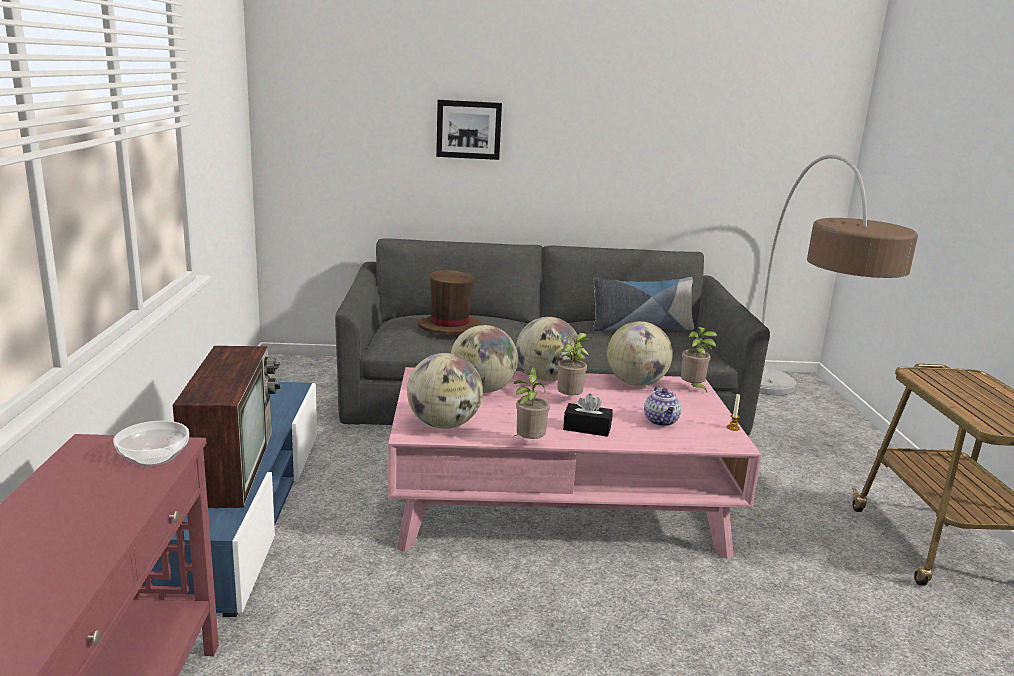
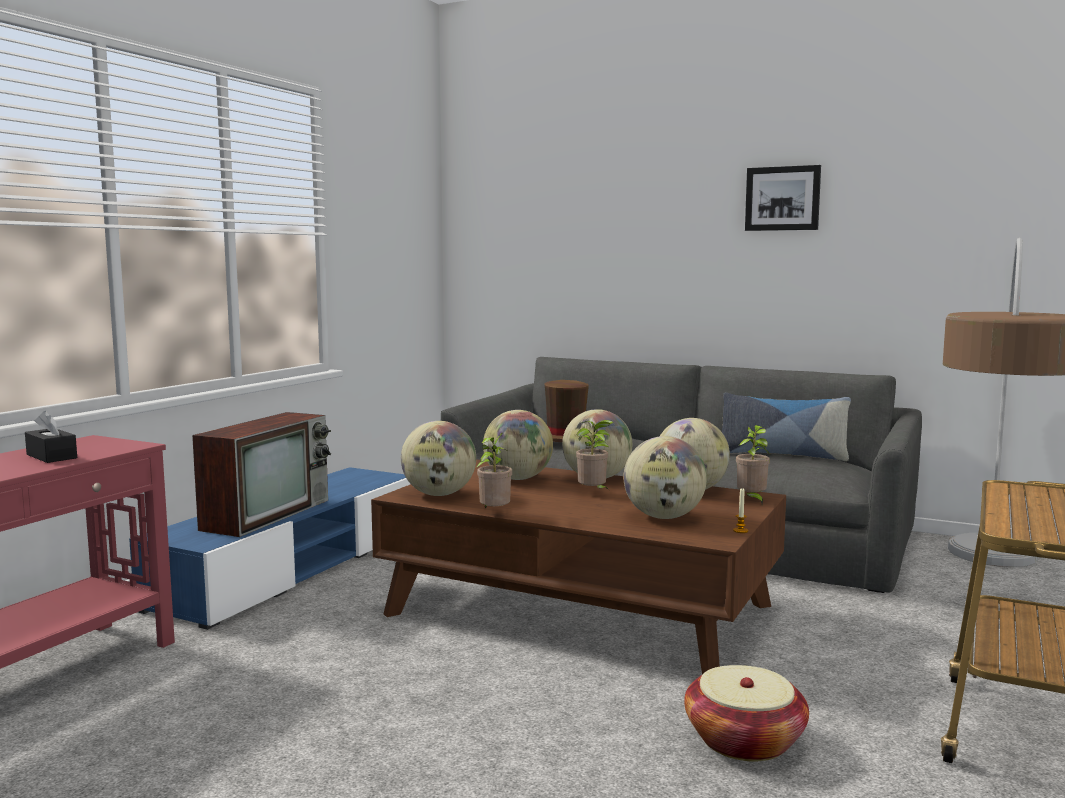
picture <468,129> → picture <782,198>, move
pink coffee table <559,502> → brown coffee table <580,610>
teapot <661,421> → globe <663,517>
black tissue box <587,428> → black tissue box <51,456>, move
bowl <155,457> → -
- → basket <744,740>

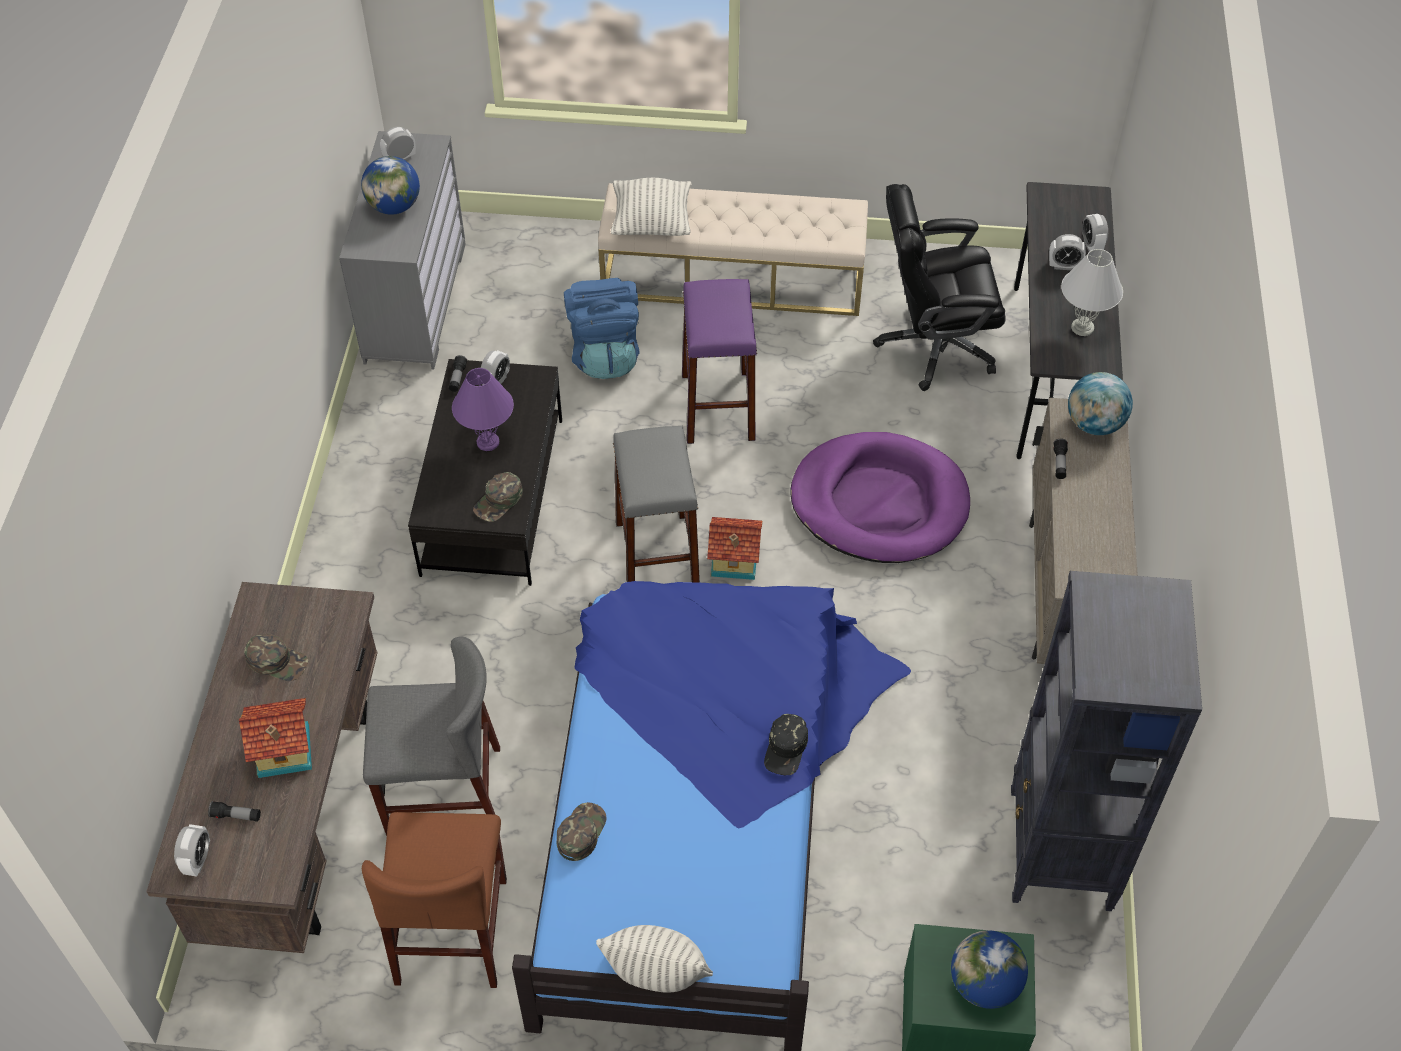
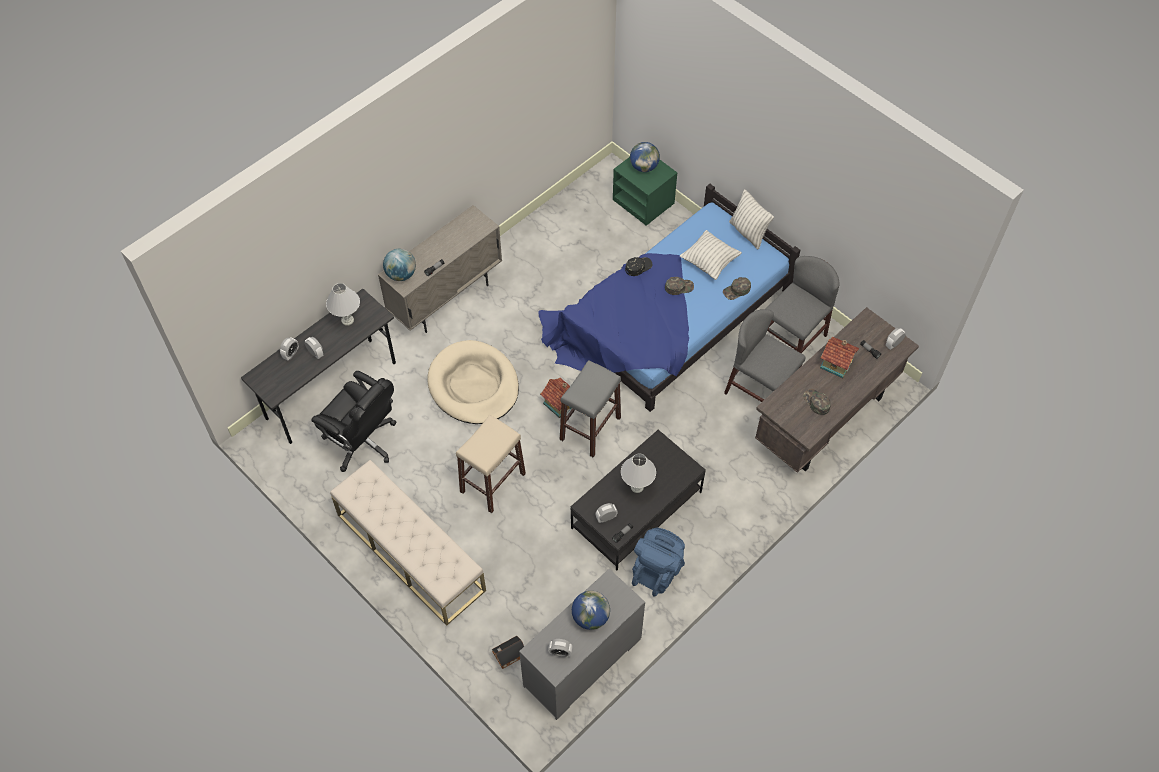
pillow <651,224> → pillow <709,262>, move
blue backpack <605,354> → blue backpack <657,570>, move
purple stool <718,406> → beige stool <492,482>
purple table lamp <488,442> → white table lamp <637,486>
purple dog bed <879,503> → beige dog bed <474,385>
green cap <499,501> → green cap <679,287>, move
black bookcase <1059,851> → -
brown chair <452,930> → grey chair <793,339>
- → toy house <508,655>

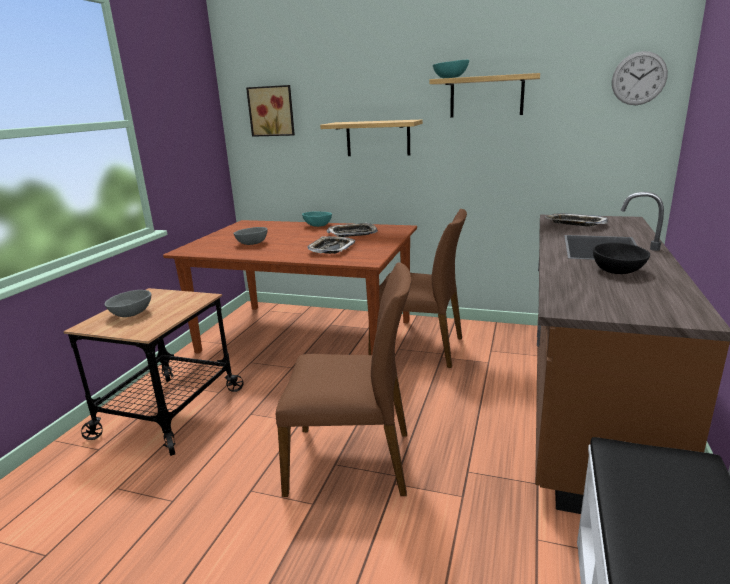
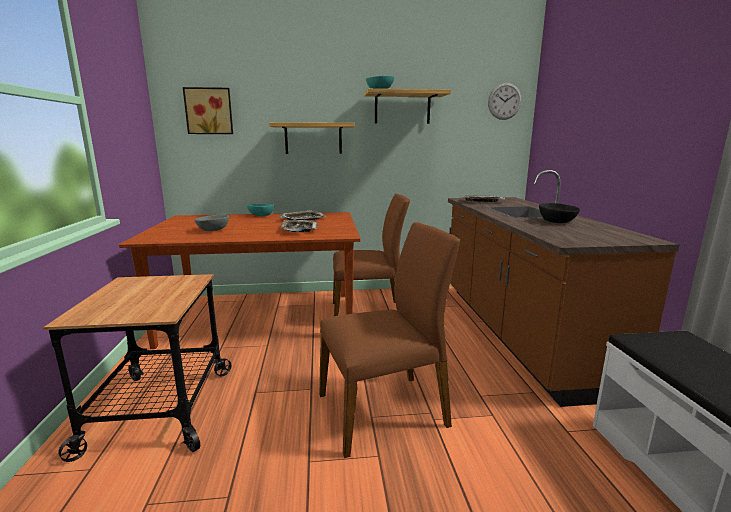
grey bowl <132,313> → -

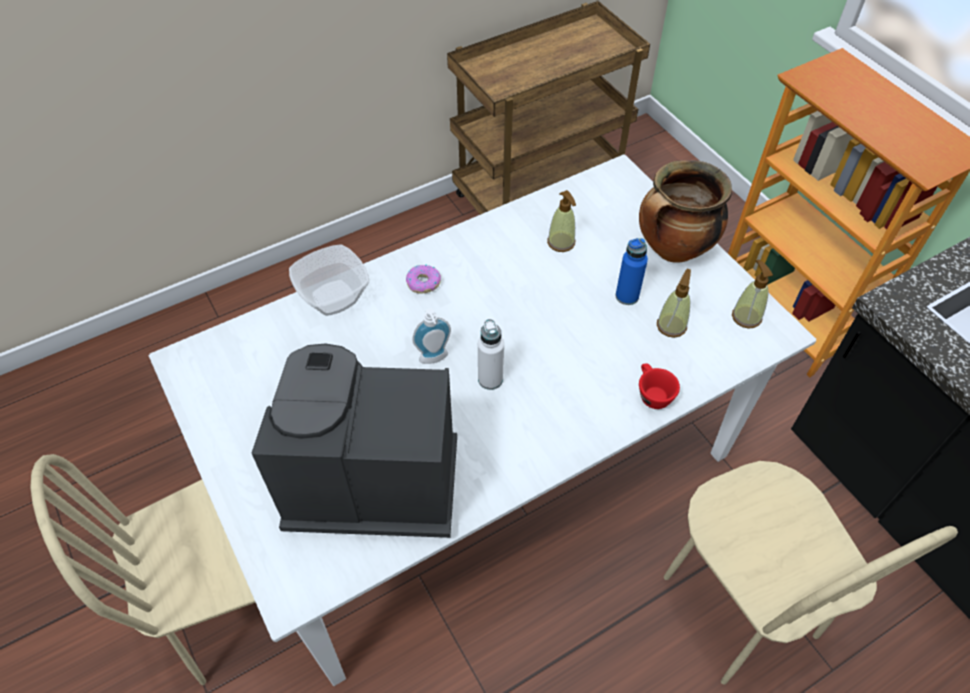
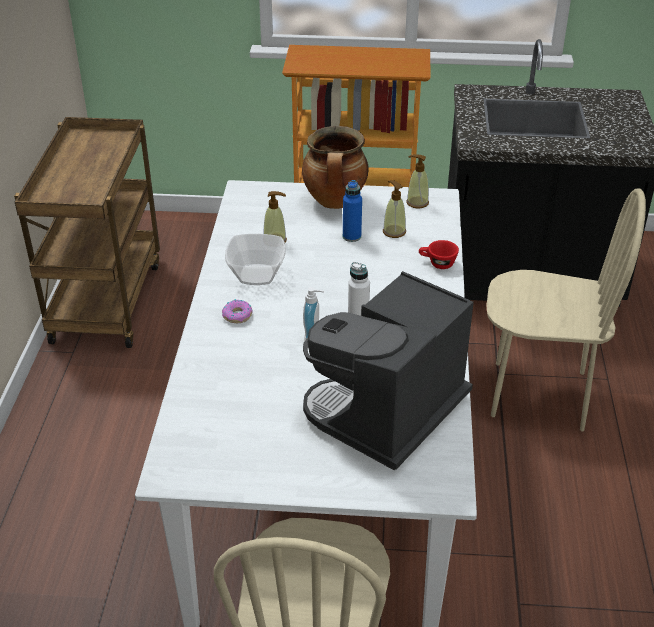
bowl <332,297> → bowl <255,275>, move

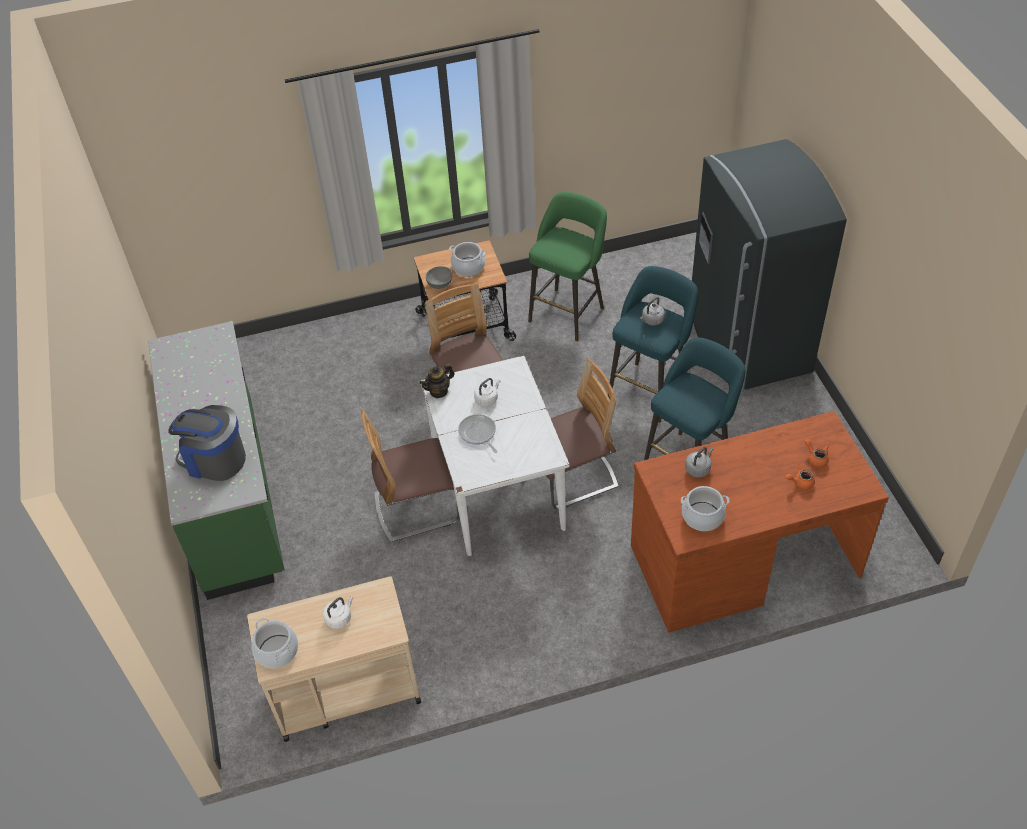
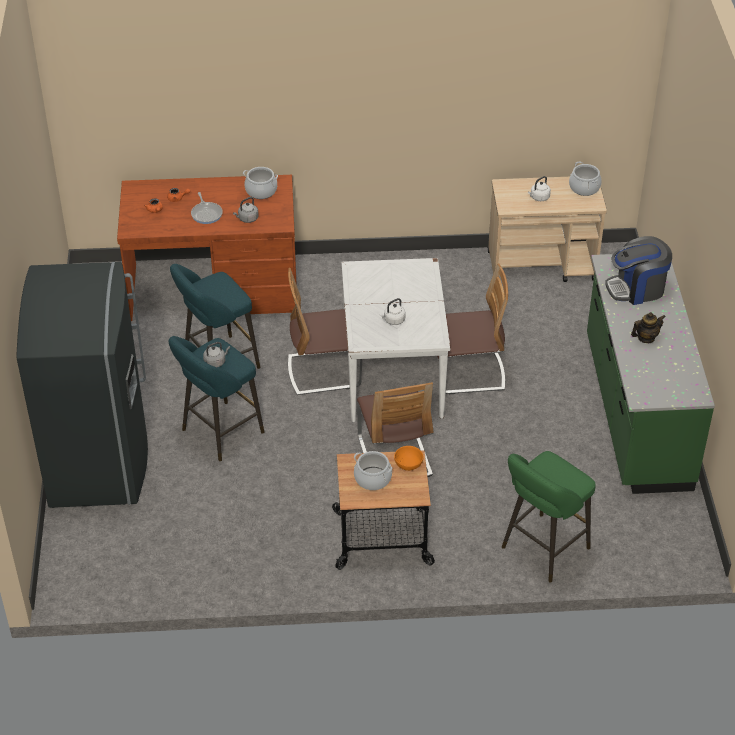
green stool <568,311> → green stool <542,550>, move
grey bowl <440,284> → orange bowl <407,464>
teapot <439,391> → teapot <646,338>, move
coffee machine <214,459> → coffee machine <637,288>, 135 degrees clockwise
frying pan <478,433> → frying pan <206,213>, move

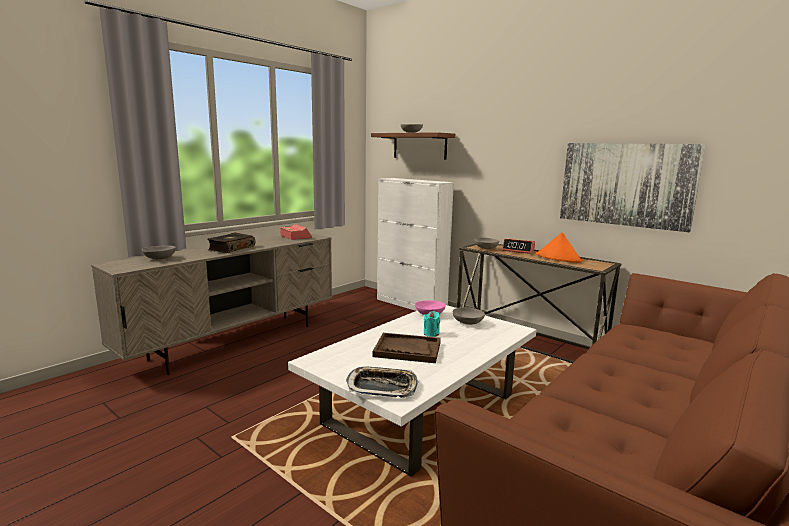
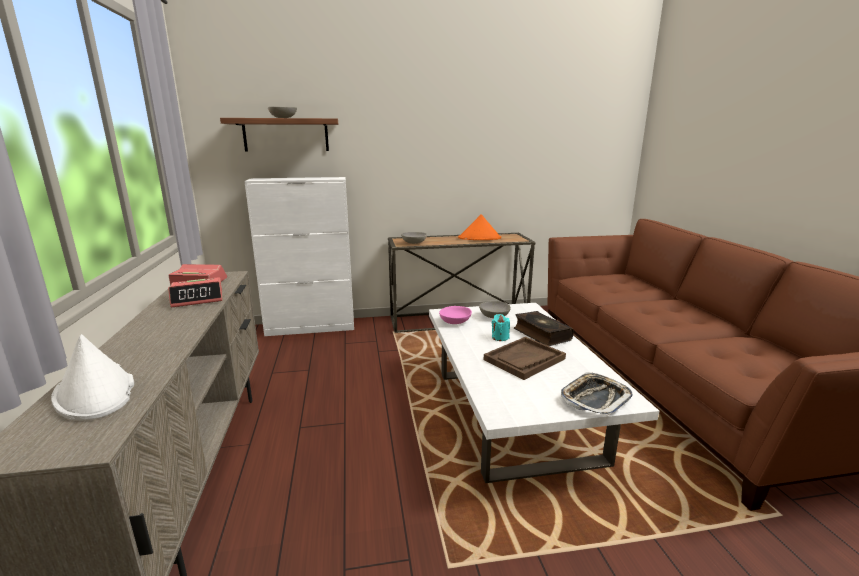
picture <626,184> → -
book <231,248> → book <541,334>, move
alarm clock <518,250> → alarm clock <198,299>, move
grey bowl <159,259> → white hat <95,392>

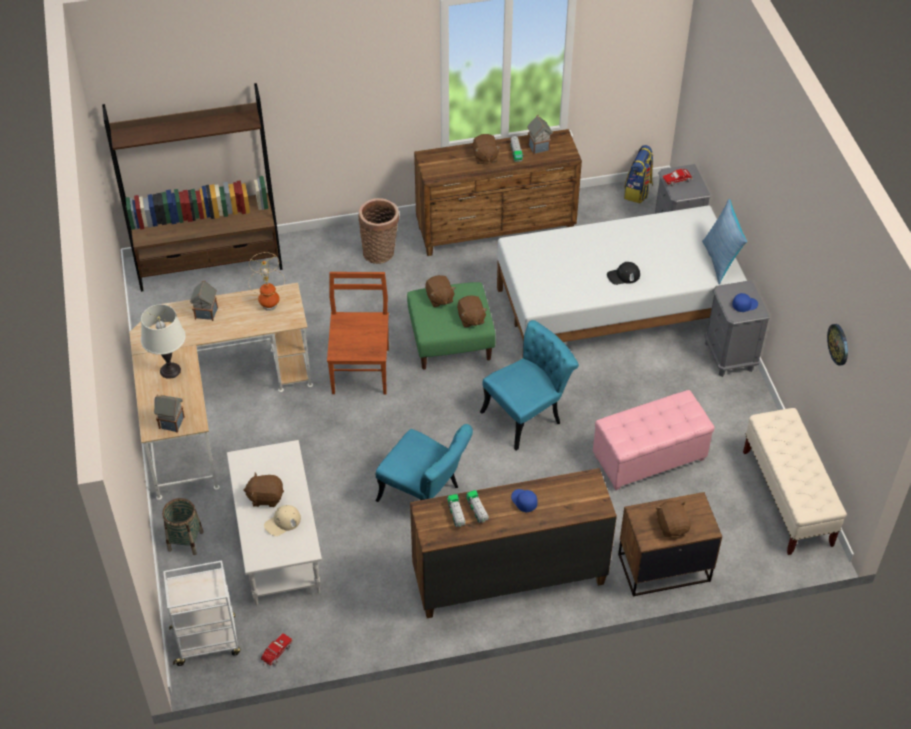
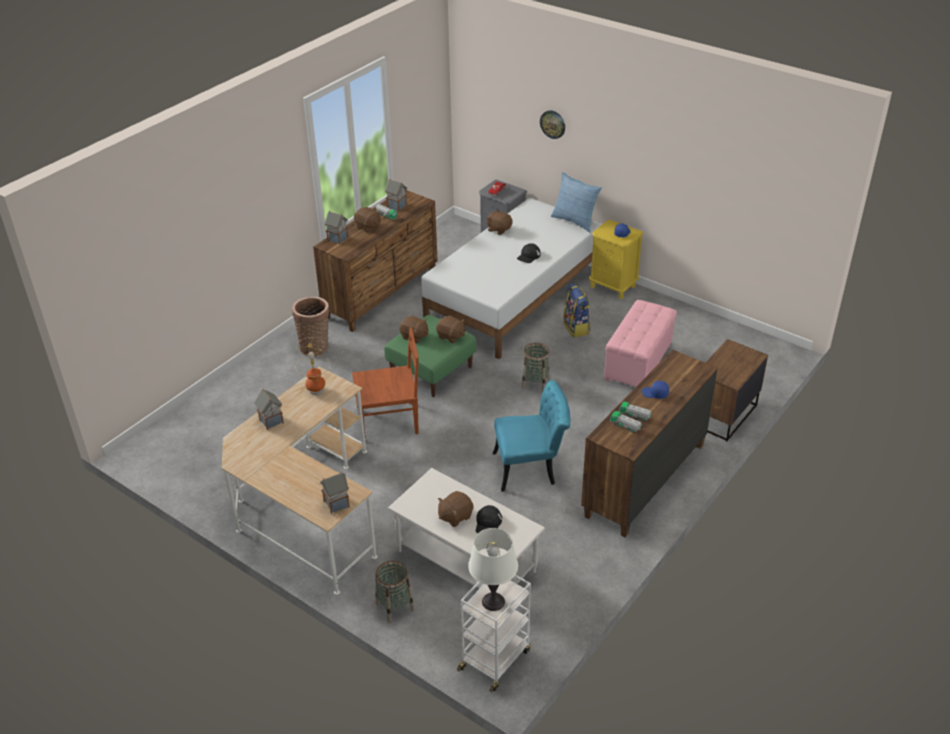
brown bookcase <210,264> → -
backpack <638,192> → backpack <576,328>, move
brown chair <361,369> → brown chair <389,421>, 120 degrees clockwise
grey nightstand <729,356> → yellow nightstand <613,286>
white table lamp <170,370> → white table lamp <493,602>, move
turquoise chair <528,414> → basket <535,383>
wall clock <838,344> → wall clock <553,124>, move
beige bench <787,498> → -
brown plush toy <672,526> → brown plush toy <499,229>, move
beige cap <282,522> → black cap <488,523>
toy truck <276,654> → -
- → toy house <338,239>

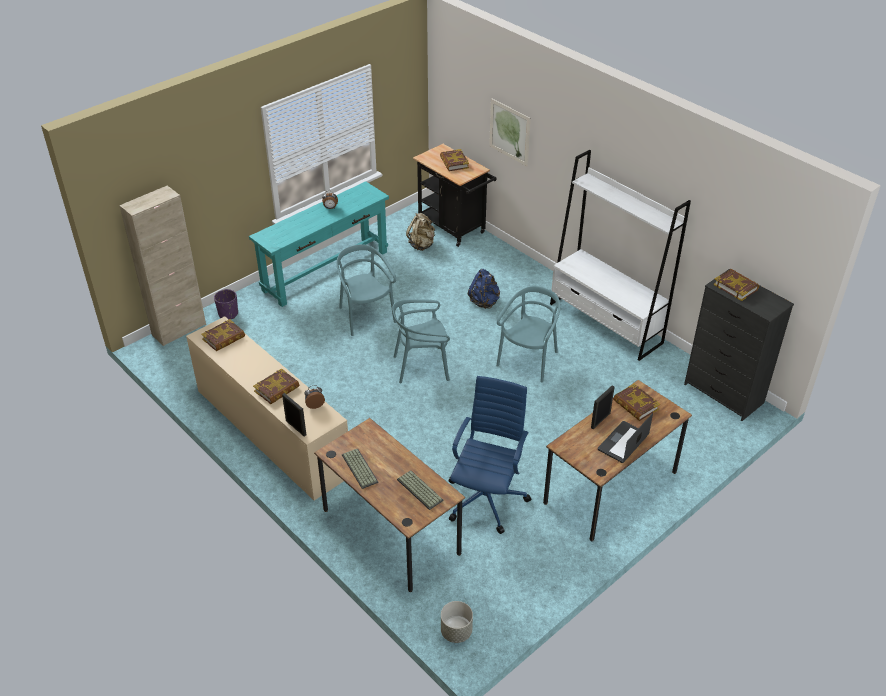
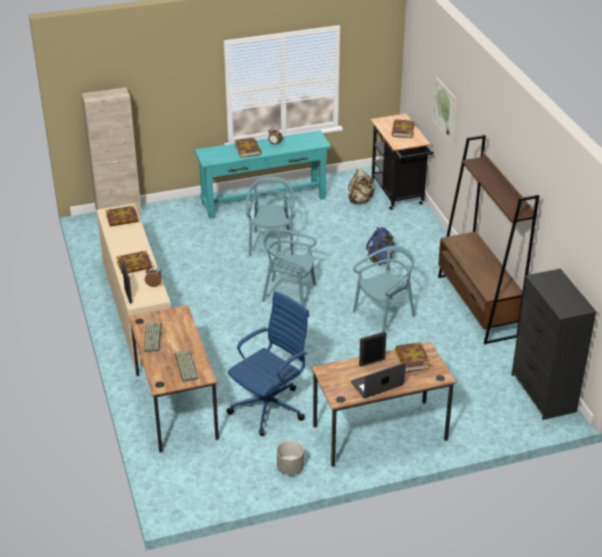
white bookcase <605,323> → brown bookcase <477,306>
book <735,287> → book <248,150>, move
purple planter <228,314> → -
grey planter <456,632> → grey planter <290,468>, move

